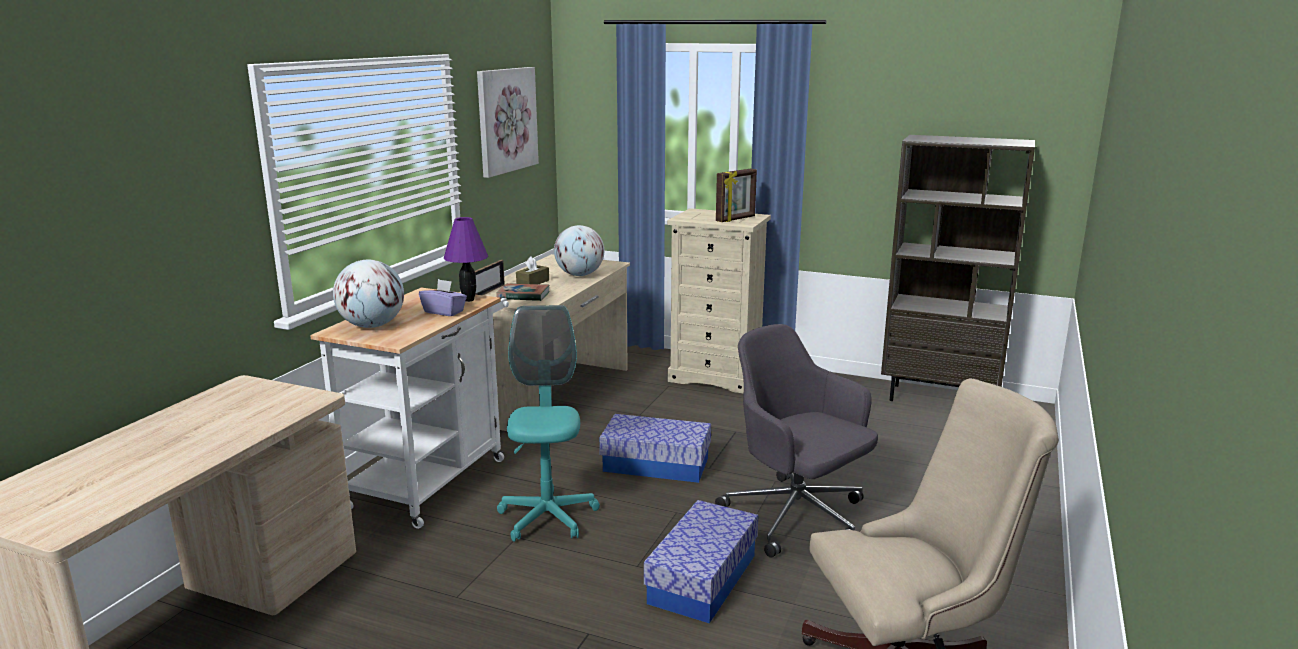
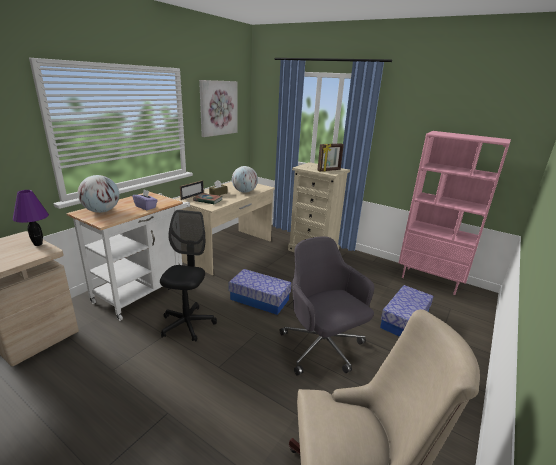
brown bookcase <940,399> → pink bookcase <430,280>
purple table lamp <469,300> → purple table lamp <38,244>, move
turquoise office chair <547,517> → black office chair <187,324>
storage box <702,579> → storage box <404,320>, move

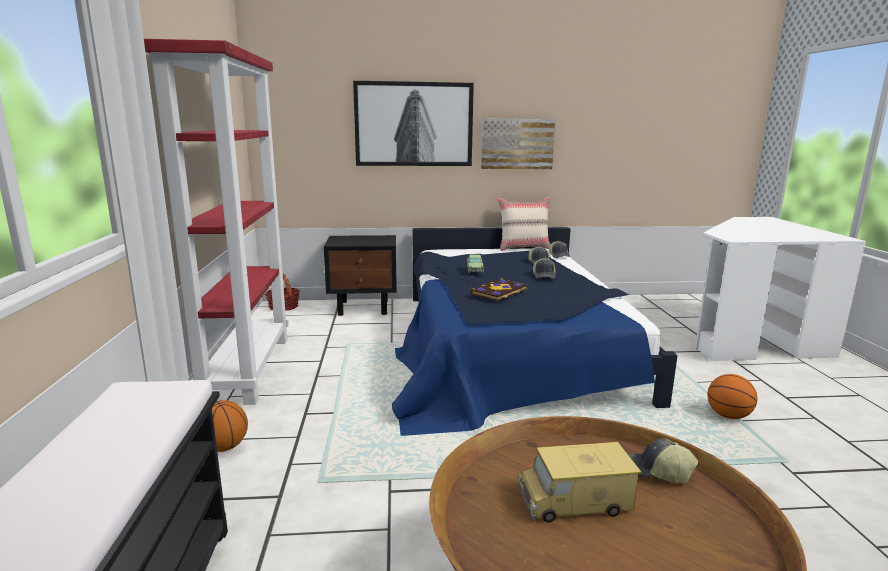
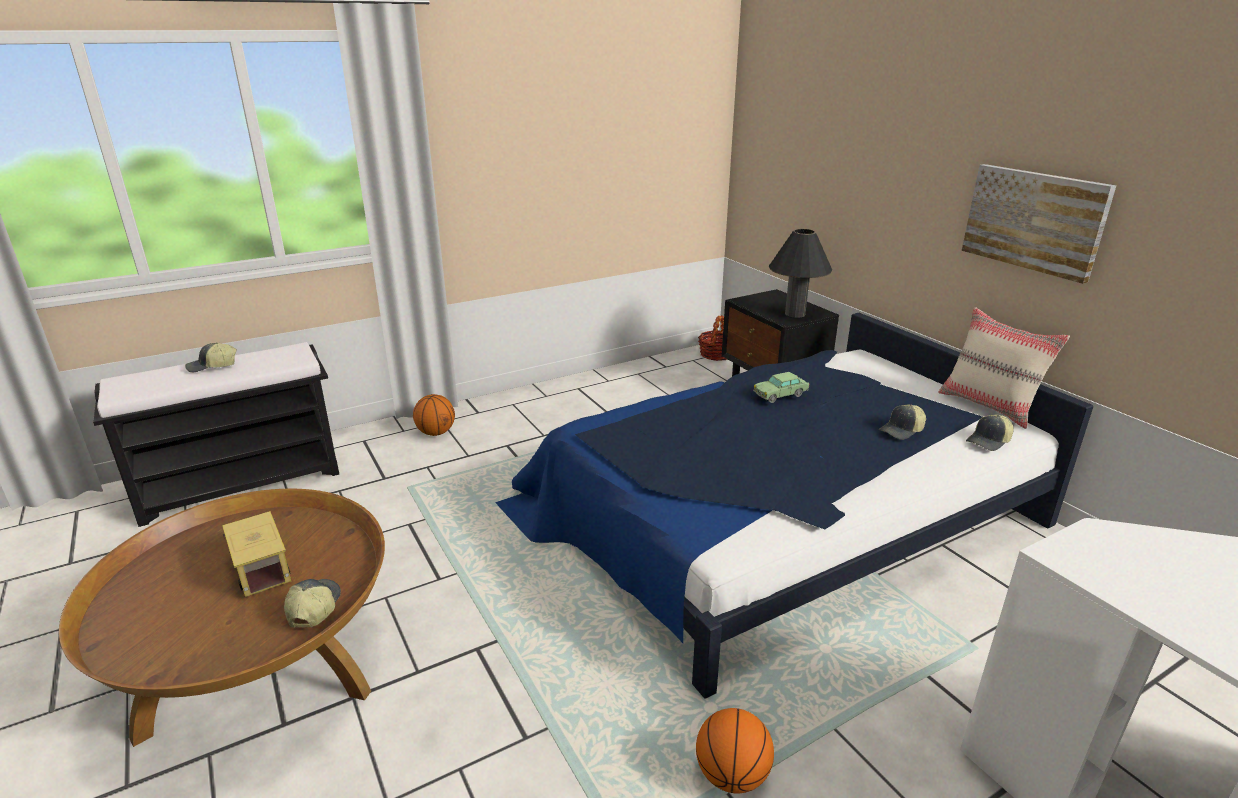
red bookcase <247,368> → -
picture <414,124> → -
cap <544,276> → cap <212,367>, move
book <500,291> → -
- → black table lamp <795,314>

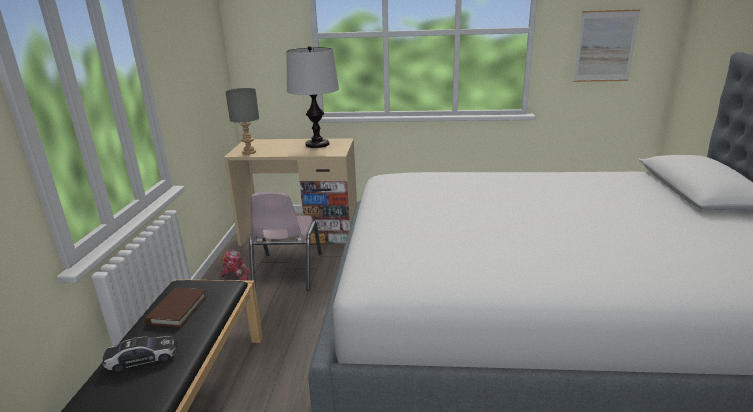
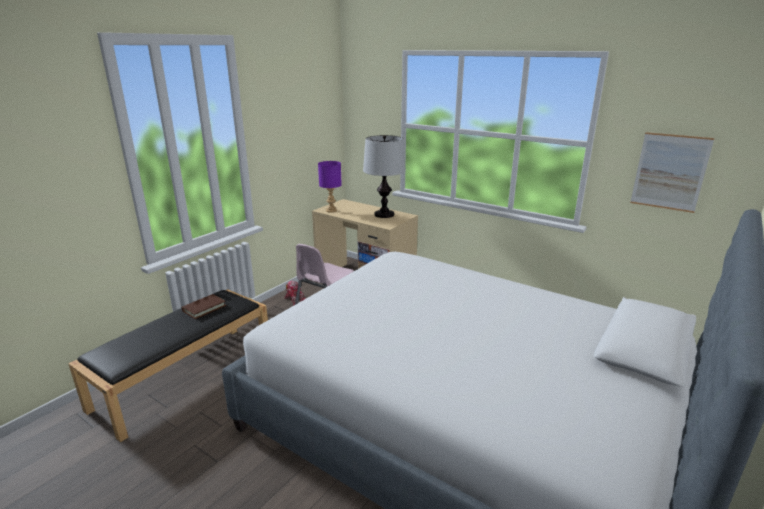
grey table lamp <249,152> → purple table lamp <331,211>
toy car <142,359> → -

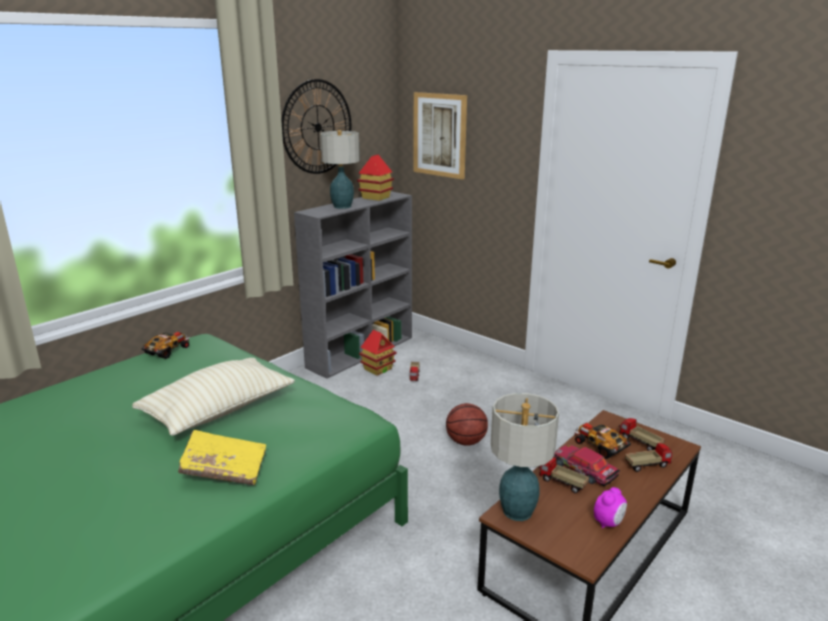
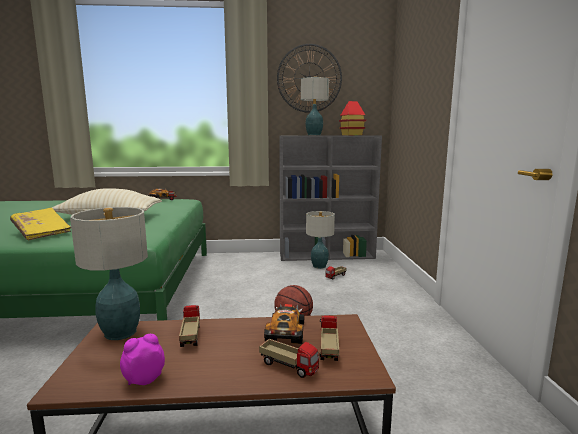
picture <439,135> → -
toy house <378,369> → table lamp <319,266>
toy car <584,471> → -
alarm clock <608,523> → alarm clock <144,379>, 150 degrees clockwise

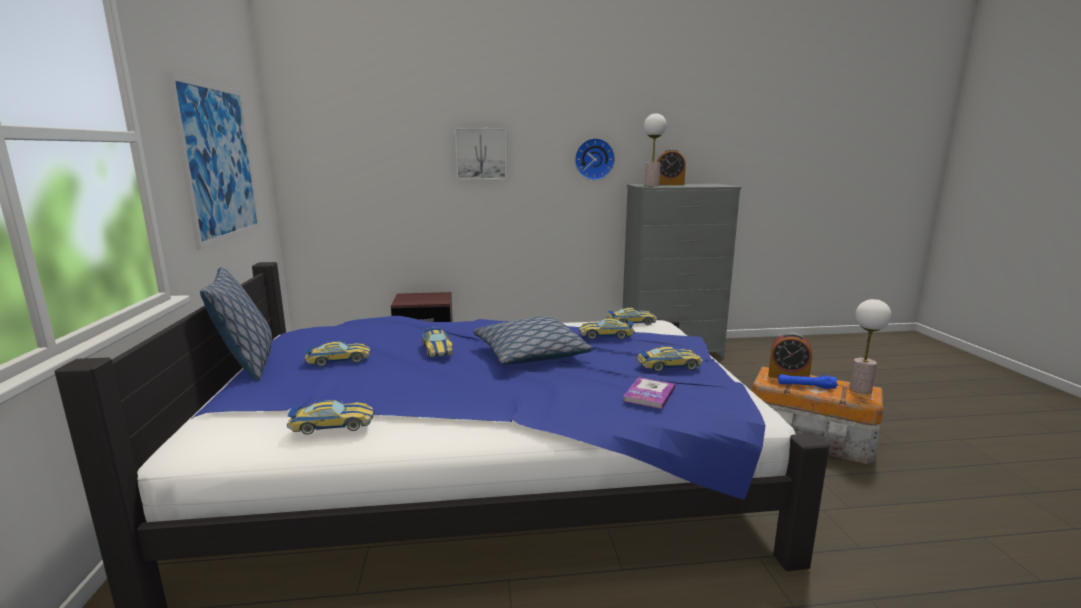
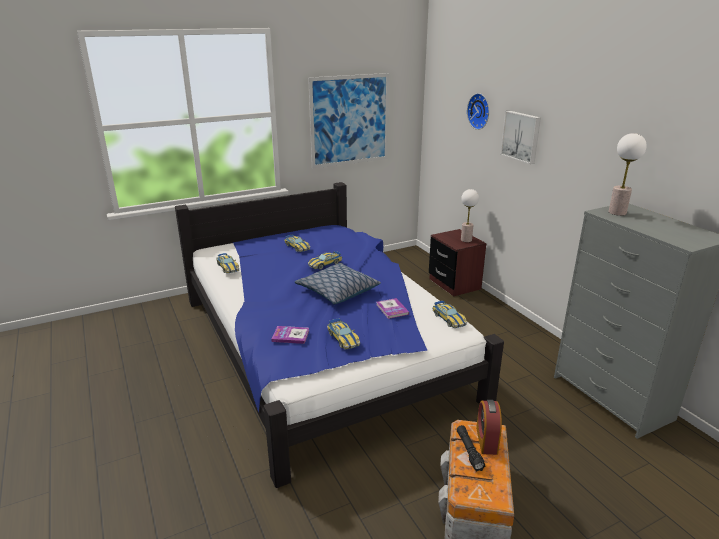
wall clock <594,159> → wall clock <480,111>, move
alarm clock <669,184> → -
pillow <247,365> → -
table lamp <860,389> → table lamp <466,240>, move
toy car <606,335> → book <392,309>
blue flashlight <806,386> → black flashlight <469,451>

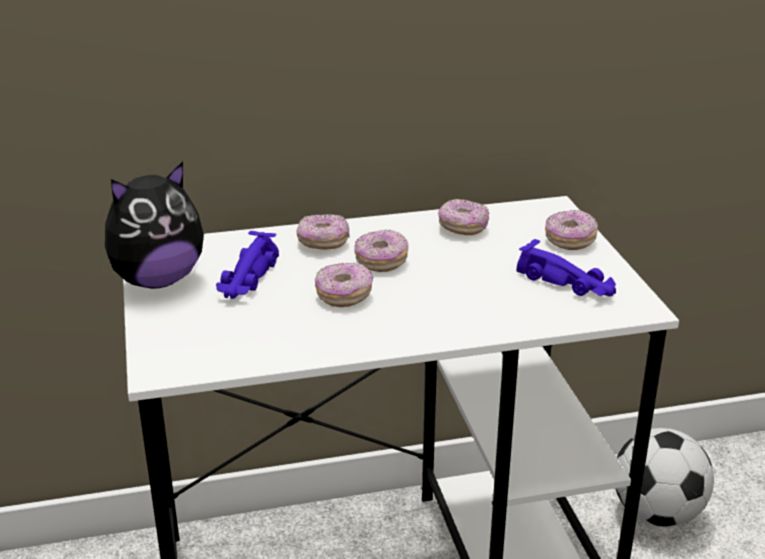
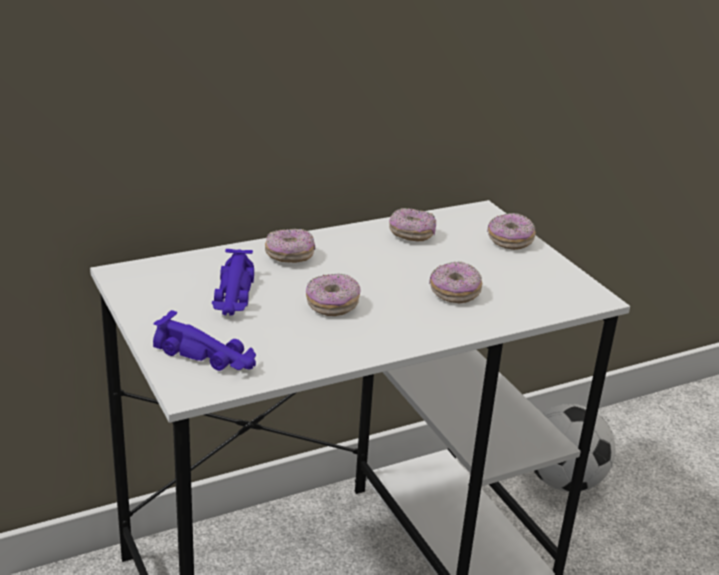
plush toy <157,280> → -
donut <381,262> → donut <454,293>, move
purple toy car <567,283> → purple toy car <207,357>, move

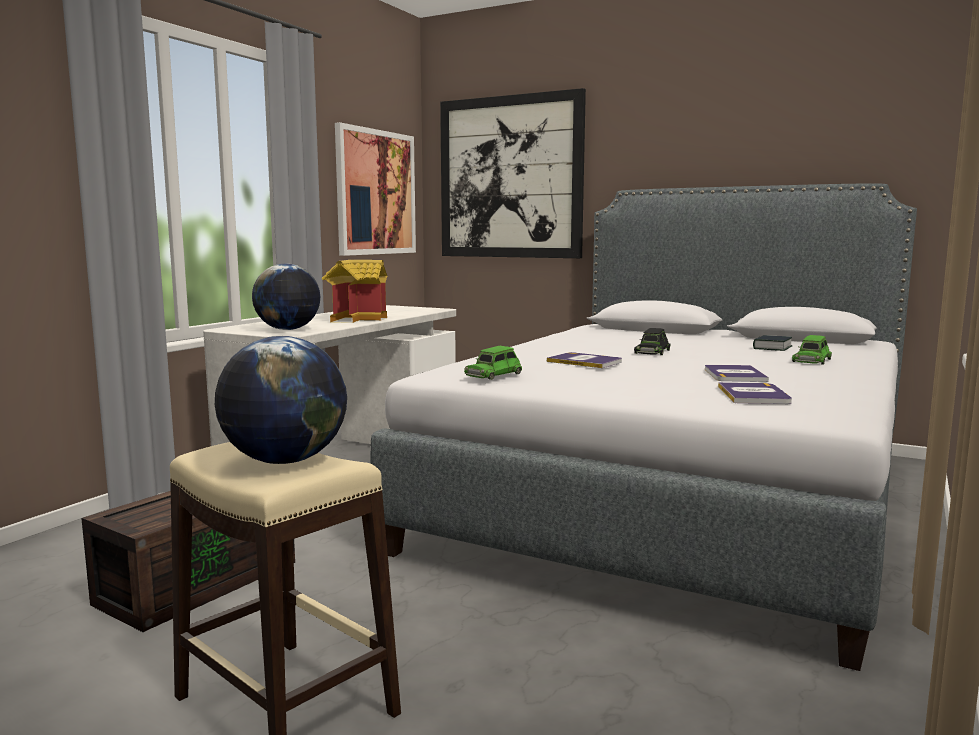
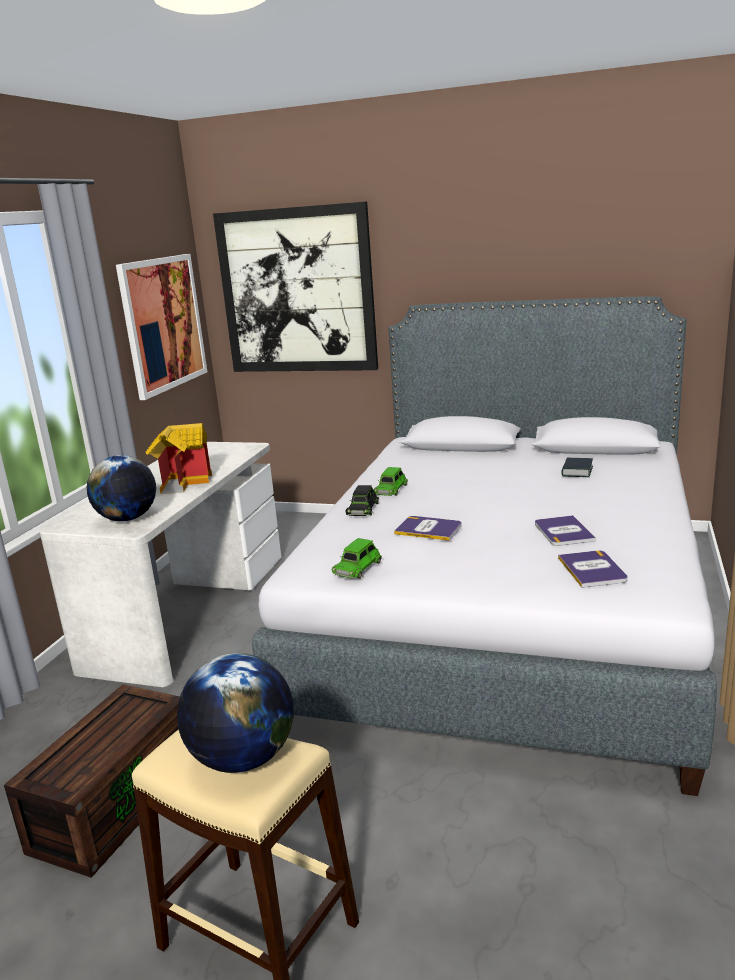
black toy car <652,352> → black toy car <362,509>, move
green toy car <811,360> → green toy car <390,489>, move

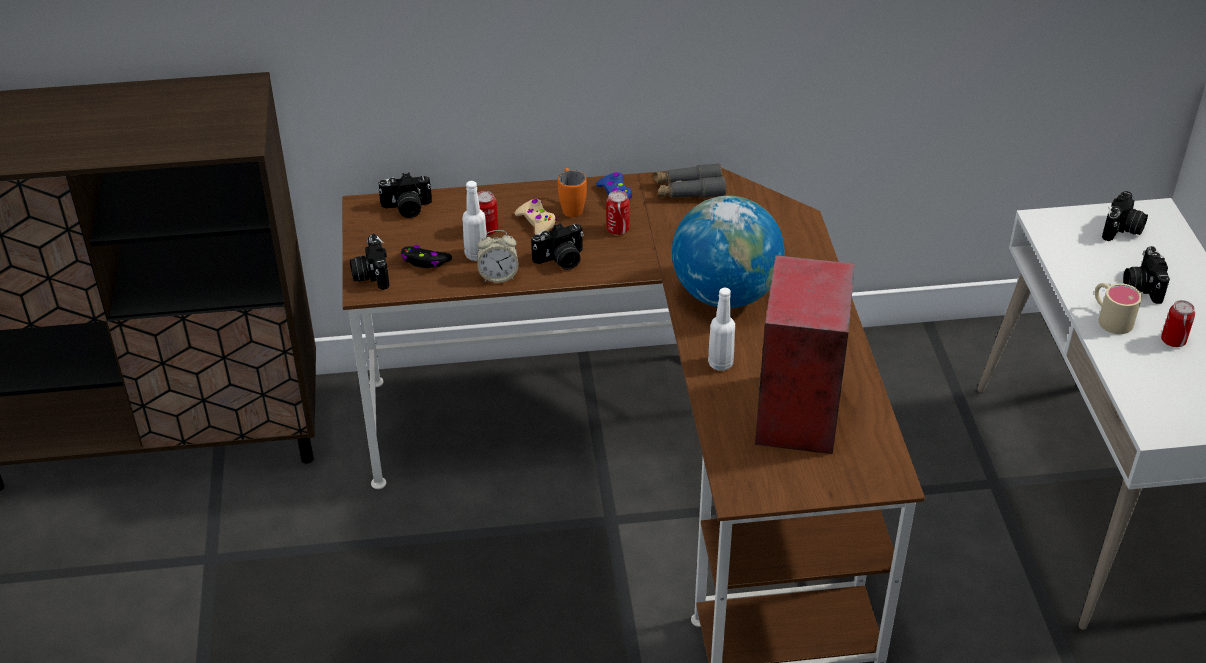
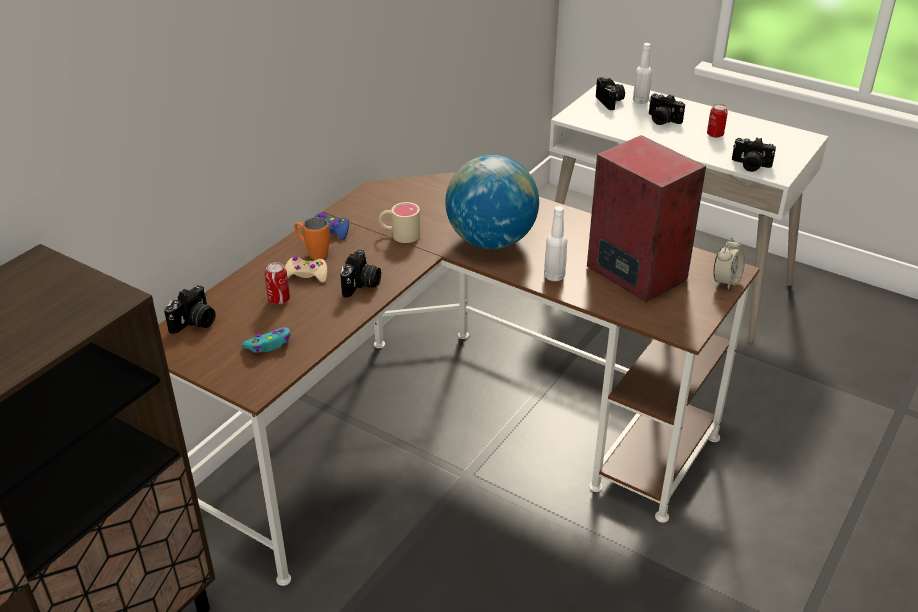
grey binoculars <688,190> → -
white bottle <476,254> → white bottle <640,101>, move
can <617,229> → -
alarm clock <498,276> → alarm clock <726,281>, move
photo camera <370,274> → photo camera <750,165>, move
black game controller <425,261> → turquoise game controller <269,345>
beige mug <1109,318> → beige mug <399,234>, move

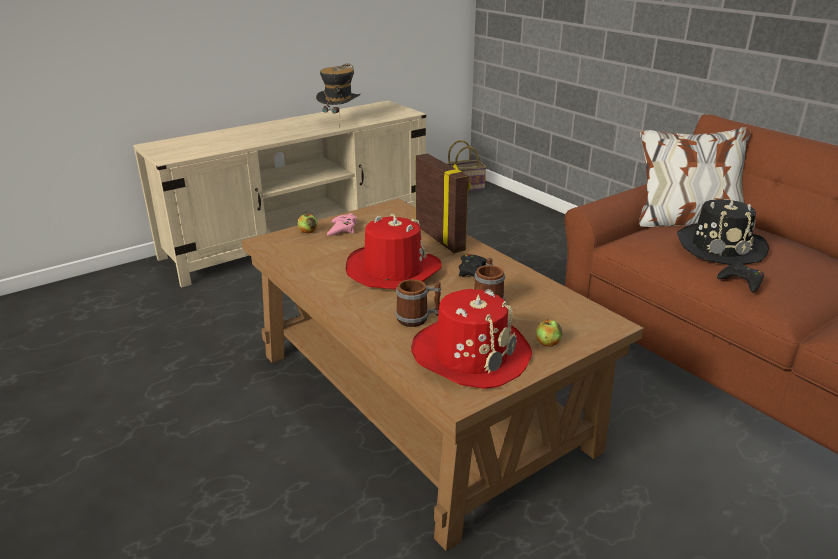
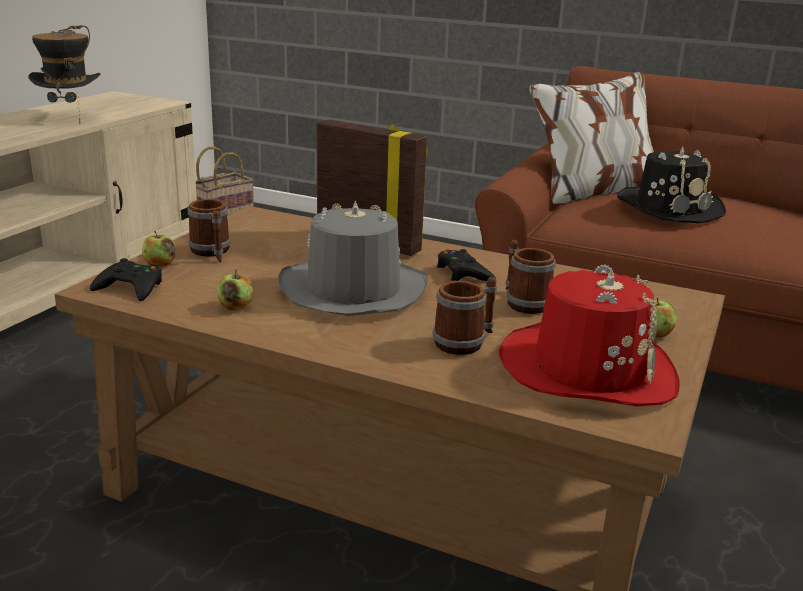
pink game controller <342,229> → mug <212,253>
red hat <392,270> → grey hat <352,290>
black game controller <741,281> → black game controller <130,288>, move
- → apple <235,307>

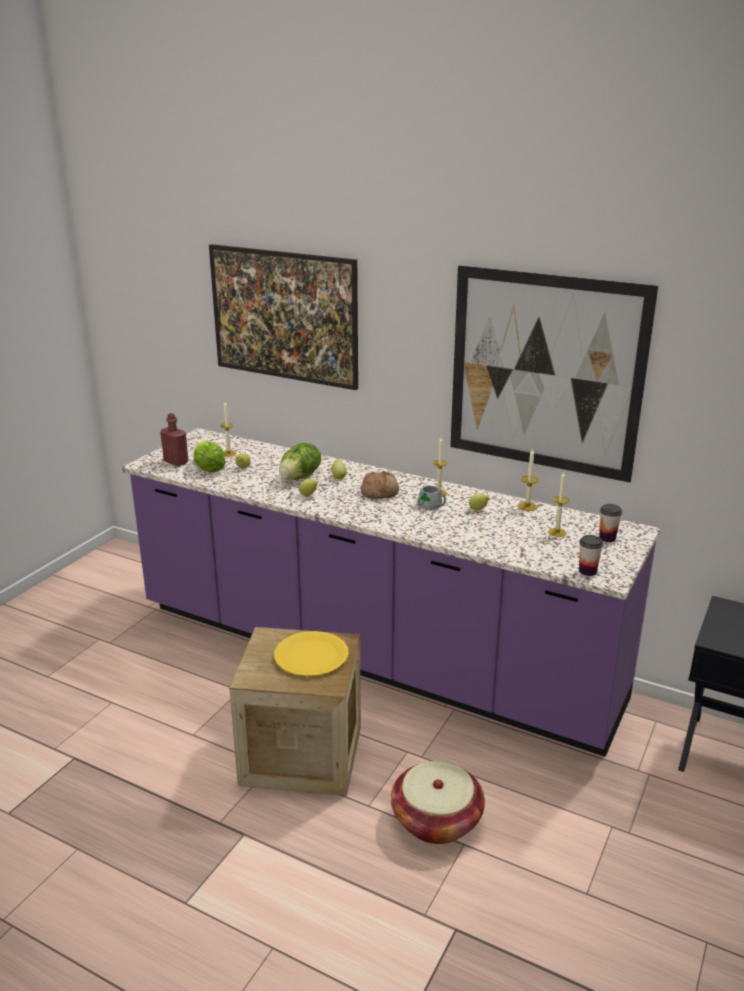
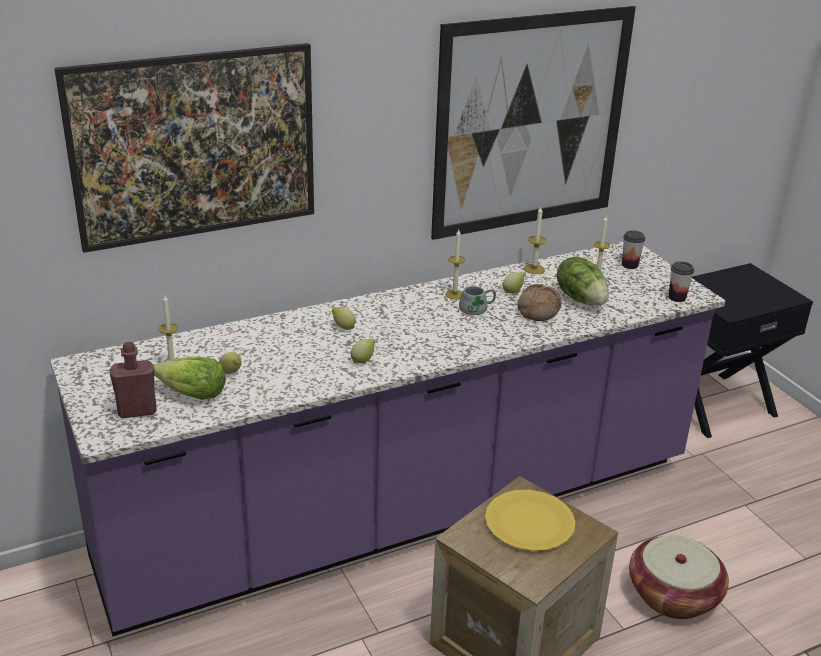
lettuce <300,477> → lettuce <581,298>, move
bread <380,492> → bread <537,310>, move

